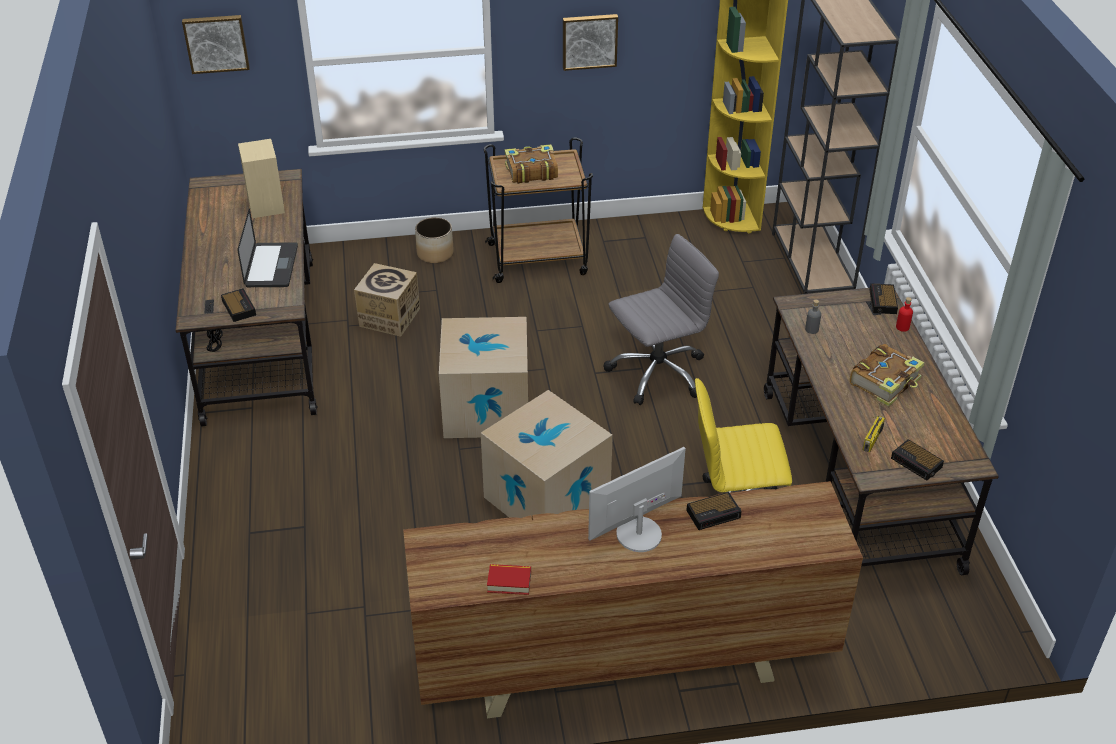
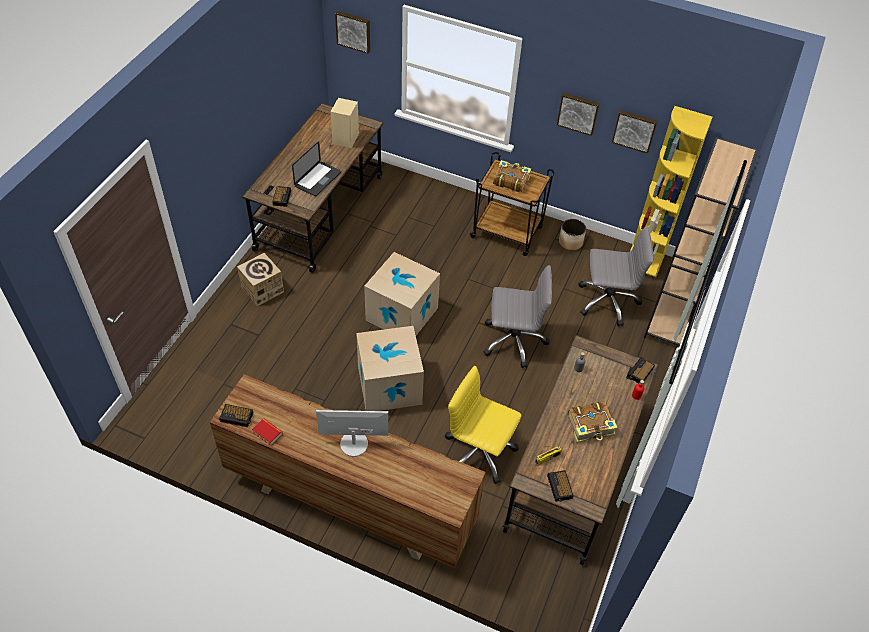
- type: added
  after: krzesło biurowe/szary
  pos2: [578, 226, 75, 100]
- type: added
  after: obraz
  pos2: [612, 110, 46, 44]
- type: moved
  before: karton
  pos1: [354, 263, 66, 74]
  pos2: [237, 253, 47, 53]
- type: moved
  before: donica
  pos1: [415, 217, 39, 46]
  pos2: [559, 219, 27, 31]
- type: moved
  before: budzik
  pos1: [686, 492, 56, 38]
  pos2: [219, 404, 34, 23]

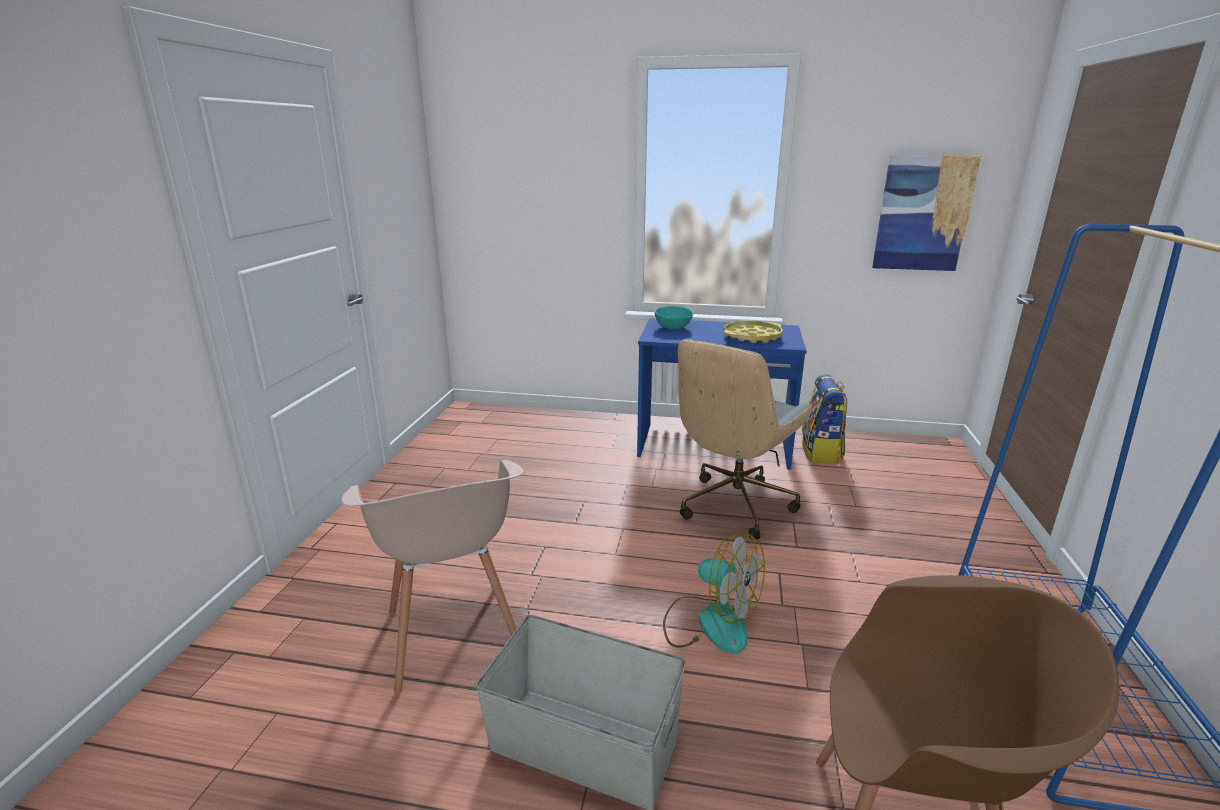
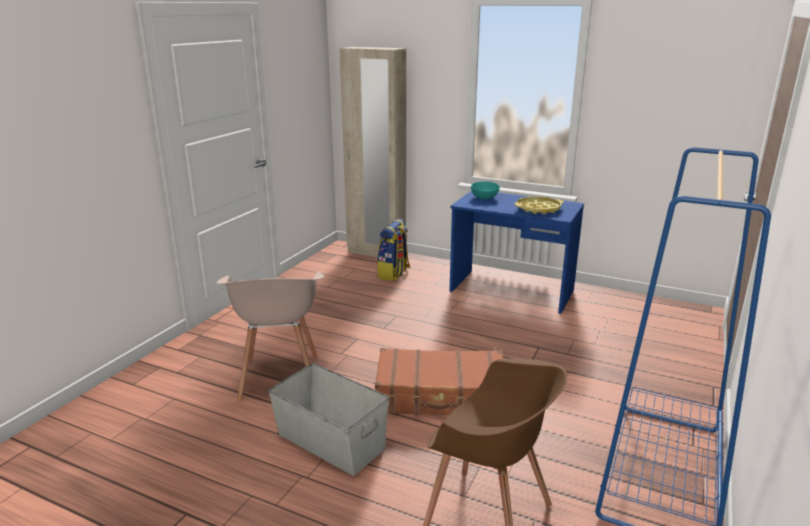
- type: removed
  before: krzesło biurowe/szary
  pos1: [678, 339, 135, 201]
- type: removed
  before: obraz
  pos1: [872, 155, 109, 116]
- type: added
  after: szafa/beżowy
  pos2: [339, 47, 67, 211]
- type: moved
  before: plecak
  pos1: [802, 374, 45, 90]
  pos2: [377, 219, 33, 62]
- type: replaced
  before: wentylator
  after: walizka/brązowy
  pos1: [663, 531, 102, 123]
  pos2: [375, 348, 129, 67]

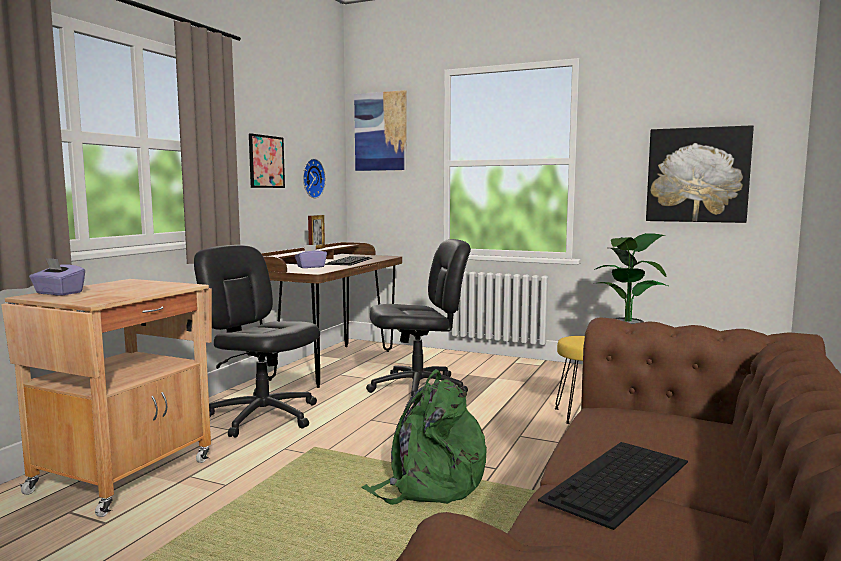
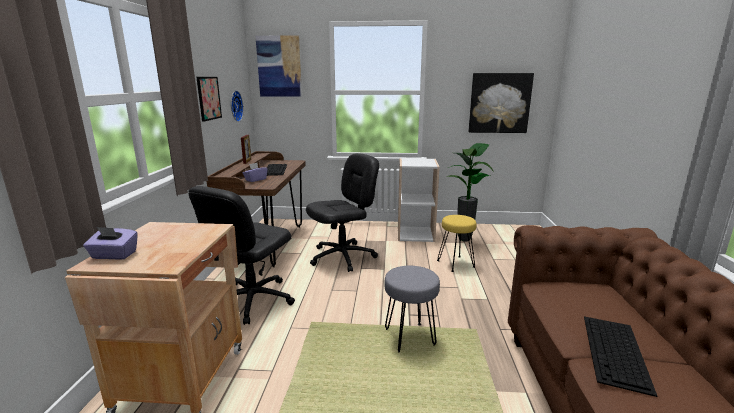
- type: added
  after: regał
  pos2: [398, 158, 42, 84]
- type: replaced
  before: plecak/zielony
  after: stołek/szary
  pos1: [362, 369, 125, 136]
  pos2: [384, 266, 56, 86]
- type: turned
  before: krzesło biurowe/czarny
  pos1: [194, 245, 126, 193]
  pos2: [189, 186, 106, 139]
  turn: -75

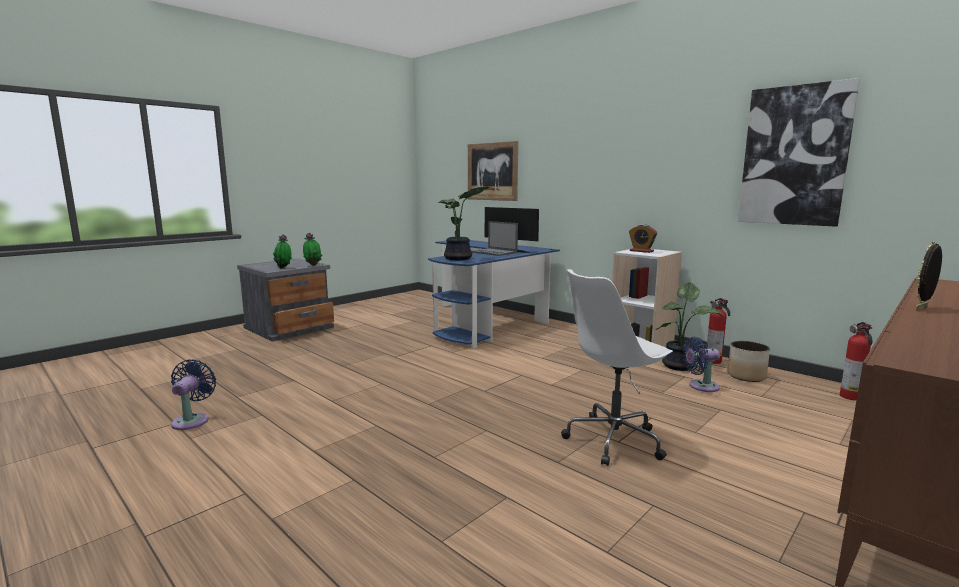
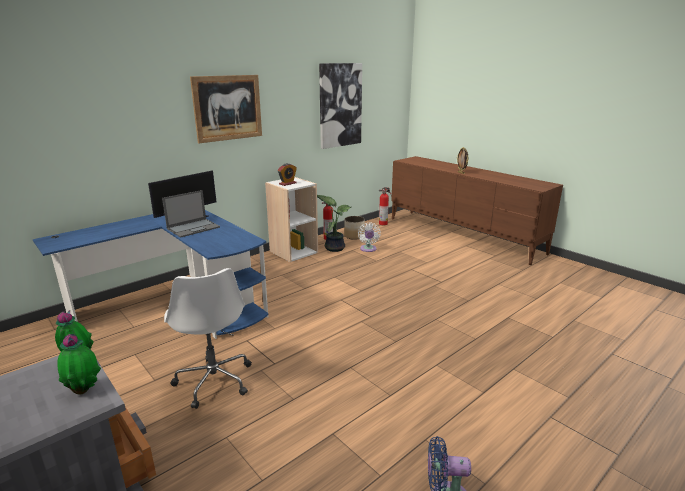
- type: removed
  before: roślina doniczkowa
  pos1: [437, 186, 53, 74]
- type: moved
  before: obraz
  pos1: [468, 141, 50, 60]
  pos2: [190, 75, 72, 68]
- type: moved
  before: krzesło biurowe/biały
  pos1: [561, 269, 112, 197]
  pos2: [164, 268, 88, 141]
- type: recoloured
  before: wentylator/niebieski
  after: wentylator/biały
  pos1: [683, 337, 37, 55]
  pos2: [358, 223, 23, 29]

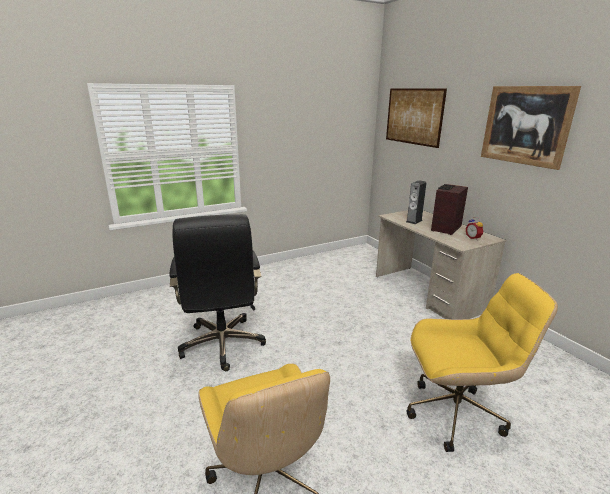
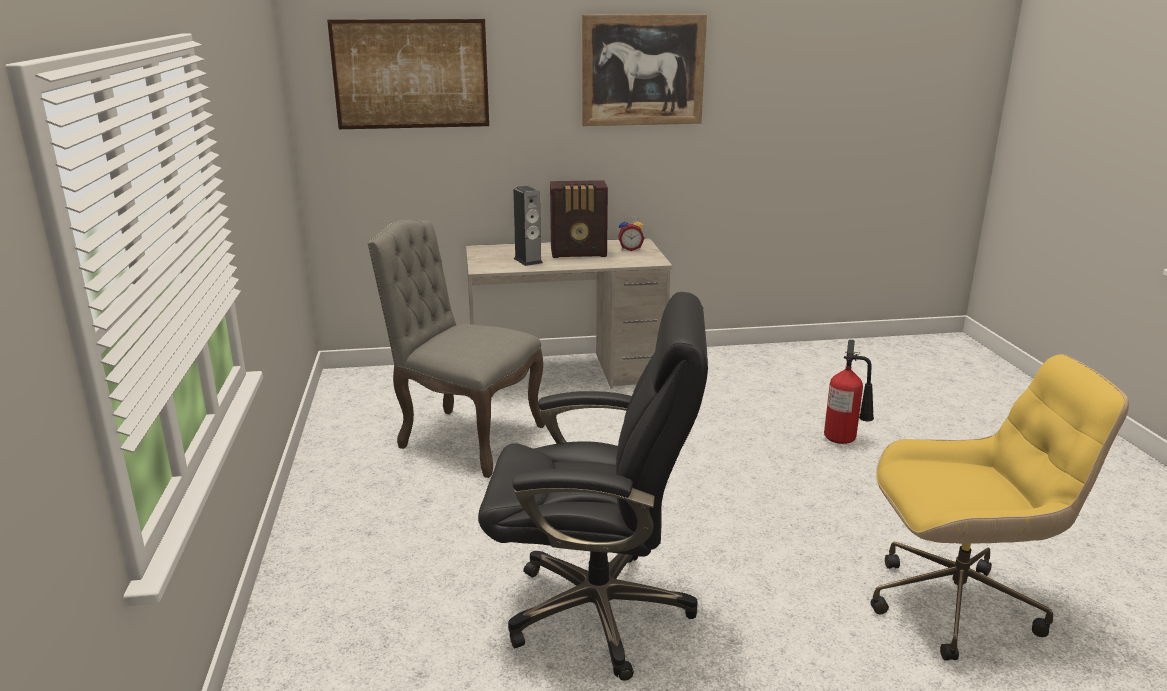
- type: added
  after: krzesło/szary
  pos2: [368, 220, 177, 258]
- type: replaced
  before: krzesło biurowe/żółty
  after: gaśnica
  pos1: [406, 273, 152, 179]
  pos2: [824, 340, 50, 104]
- type: turned
  before: radio
  pos1: [431, 184, 37, 51]
  pos2: [550, 180, 58, 78]
  turn: -60

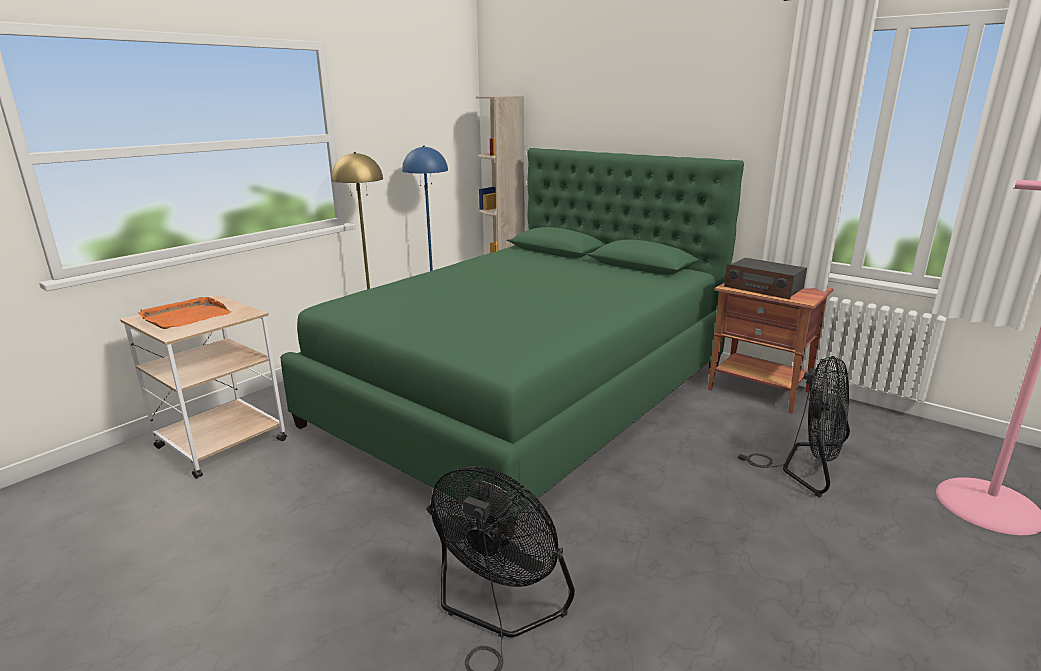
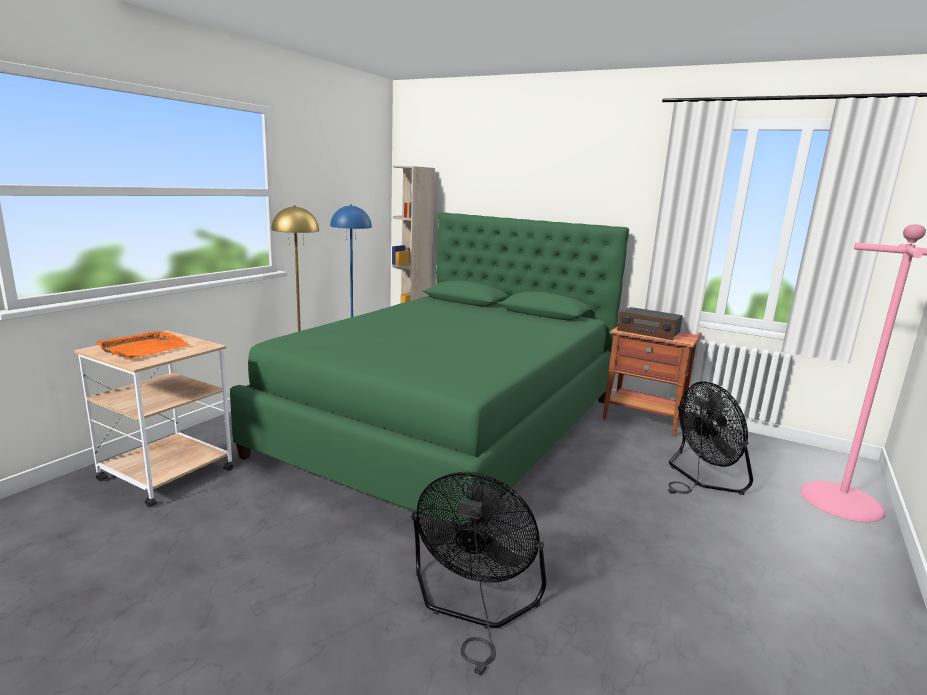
- type: turned
  before: wentylator/czarny
  pos1: [738, 356, 112, 142]
  pos2: [667, 381, 86, 114]
  turn: -45

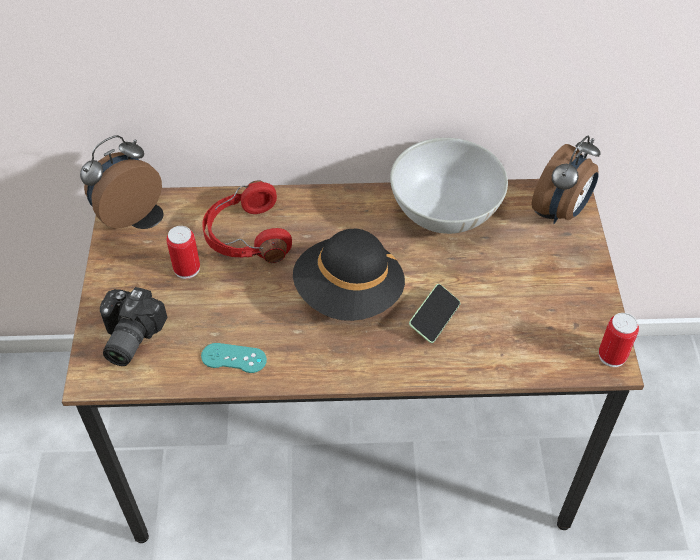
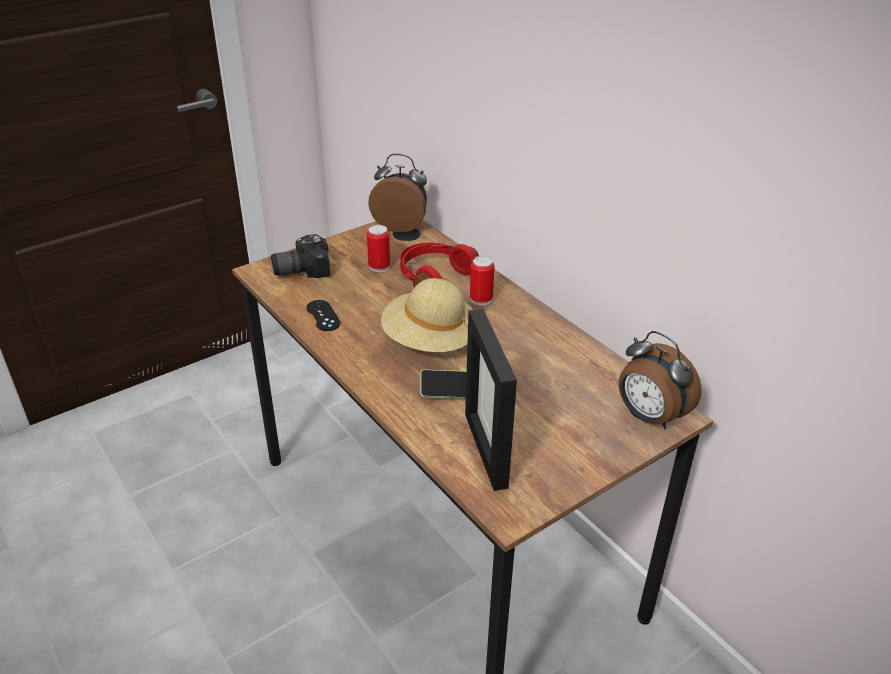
- type: removed
  before: miska/biały
  pos1: [390, 138, 118, 96]
- type: added
  after: ramka na zdjęcie
  pos2: [465, 309, 52, 182]
- type: moved
  before: puszka
  pos1: [599, 313, 40, 54]
  pos2: [470, 256, 24, 50]
- type: recoloured
  before: pad do gier/turkusowy
  after: pad do gier/czarny
  pos1: [201, 343, 66, 30]
  pos2: [307, 300, 34, 31]
- type: recoloured
  before: kapelusz/czarny
  after: kapelusz/beżowy
  pos1: [293, 229, 112, 92]
  pos2: [381, 278, 93, 74]
- type: turned
  before: budzik
  pos1: [531, 136, 69, 88]
  pos2: [619, 331, 83, 98]
  turn: 45

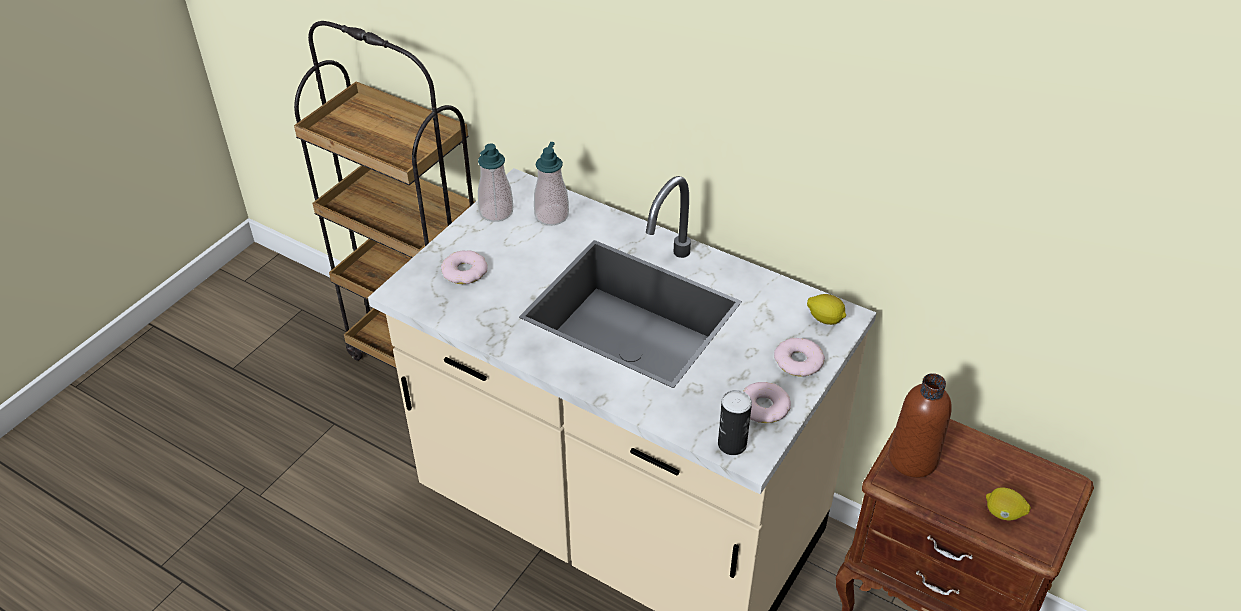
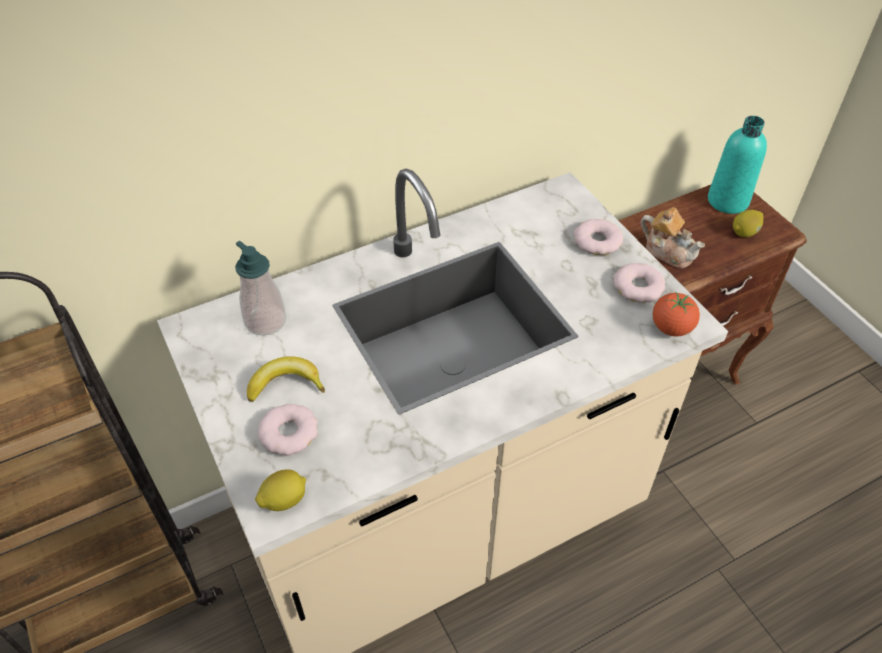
- type: removed
  before: dozownik mydła
  pos1: [478, 144, 35, 78]
- type: added
  after: banan
  pos2: [247, 356, 78, 46]
- type: added
  after: butelka/turkusowy
  pos2: [708, 116, 59, 98]
- type: moved
  before: cytryna
  pos1: [807, 294, 39, 31]
  pos2: [255, 469, 51, 42]
- type: replaced
  before: puszka
  after: pomidor
  pos1: [718, 390, 34, 65]
  pos2: [653, 292, 47, 44]
- type: replaced
  before: butelka/brązowy
  after: imbryk
  pos1: [888, 373, 64, 105]
  pos2: [641, 207, 64, 61]

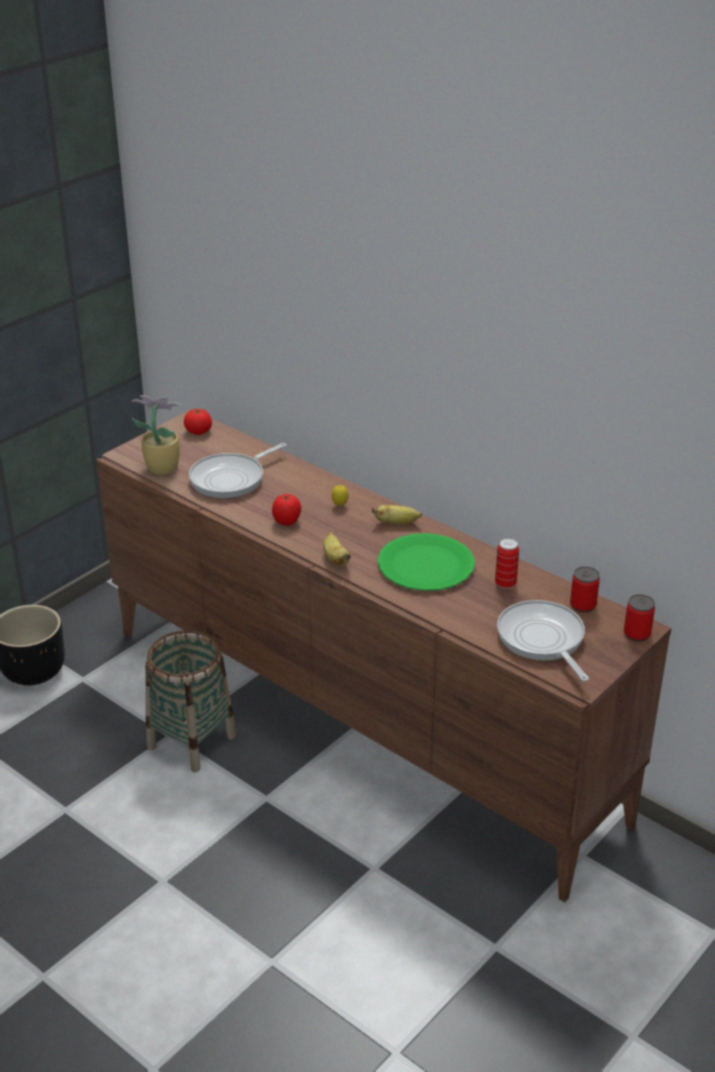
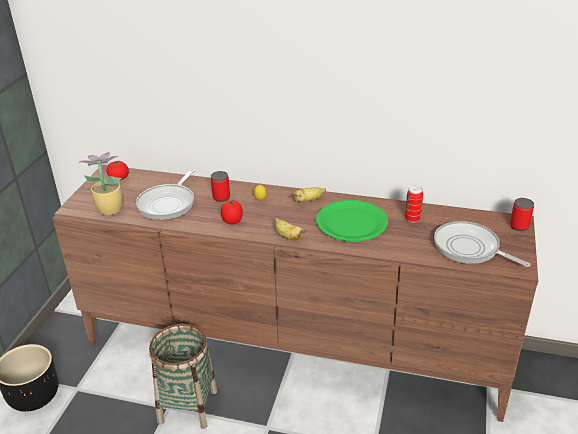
- type: moved
  before: puszka
  pos1: [570, 567, 30, 46]
  pos2: [211, 171, 19, 31]

